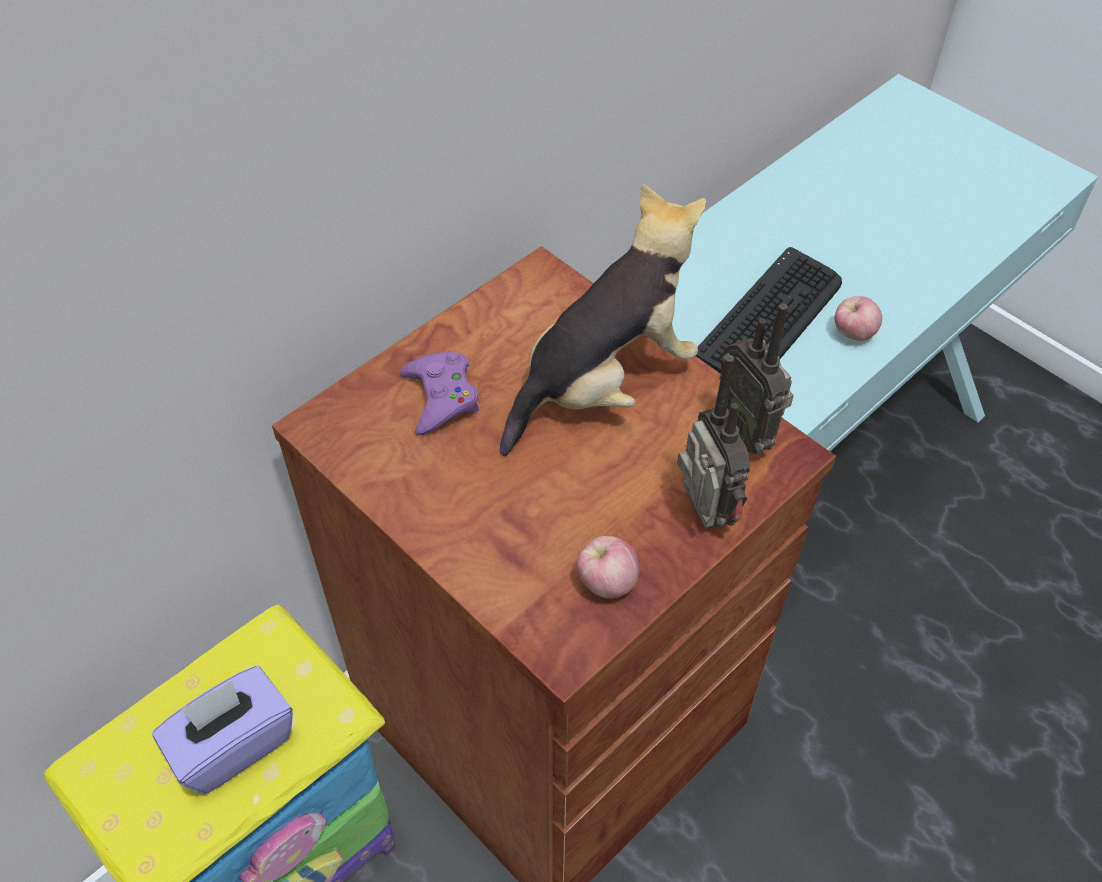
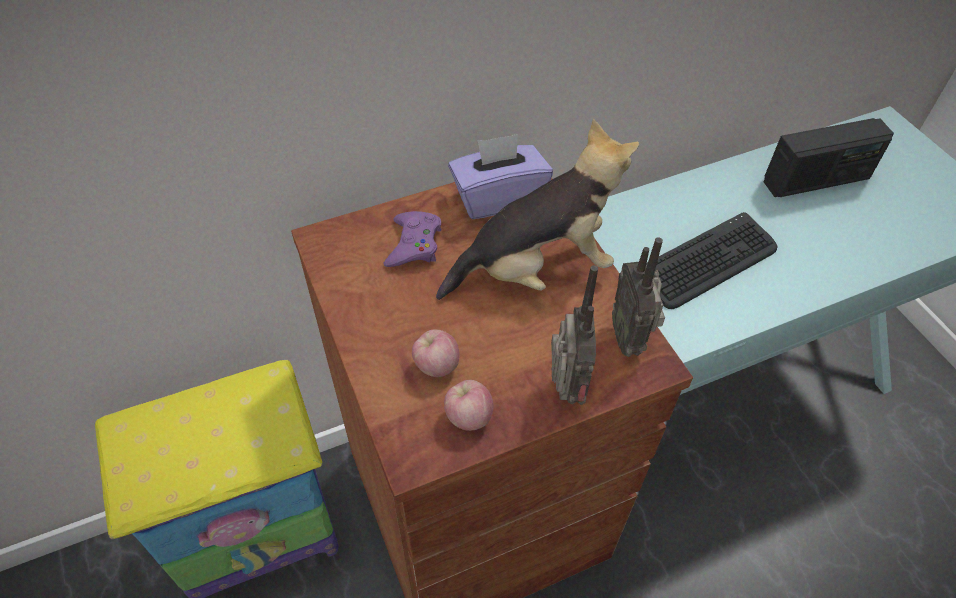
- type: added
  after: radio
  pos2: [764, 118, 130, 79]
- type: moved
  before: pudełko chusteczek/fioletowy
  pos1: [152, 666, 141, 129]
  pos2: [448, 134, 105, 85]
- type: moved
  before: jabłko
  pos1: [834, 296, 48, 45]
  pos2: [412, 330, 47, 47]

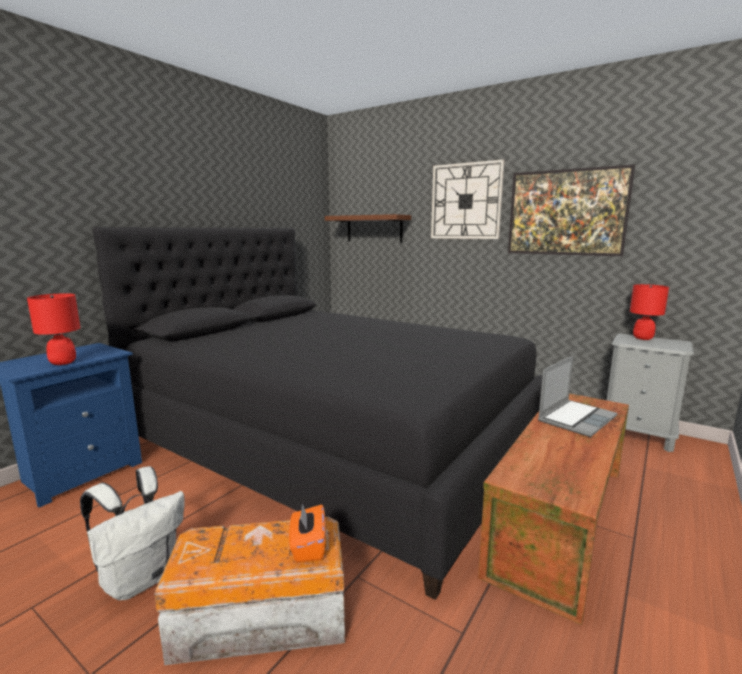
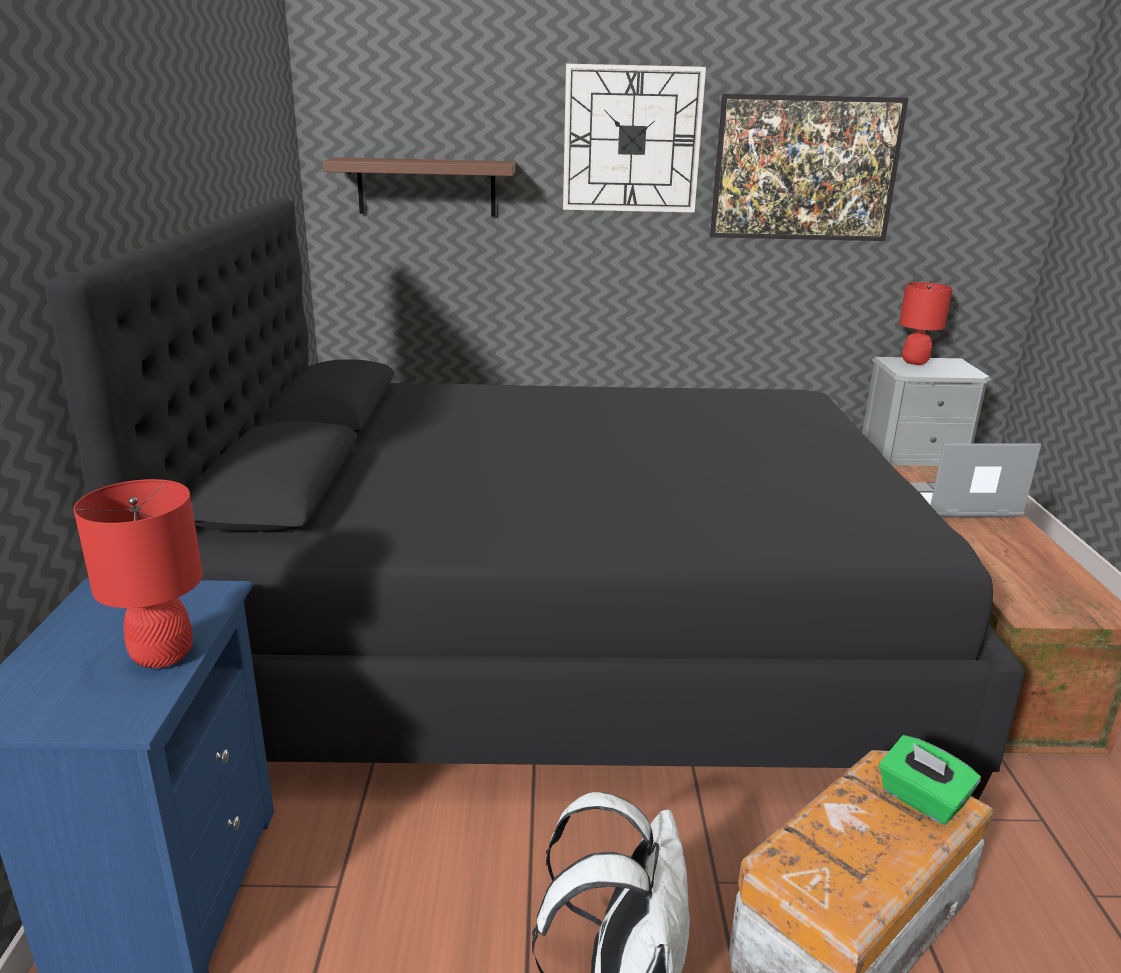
- type: recoloured
  before: pudełko chusteczek/pomarańczowy
  after: pudełko chusteczek/zielony
  pos1: [289, 504, 37, 58]
  pos2: [879, 735, 102, 90]
- type: turned
  before: laptop
  pos1: [538, 356, 79, 81]
  pos2: [910, 443, 131, 75]
  turn: -105

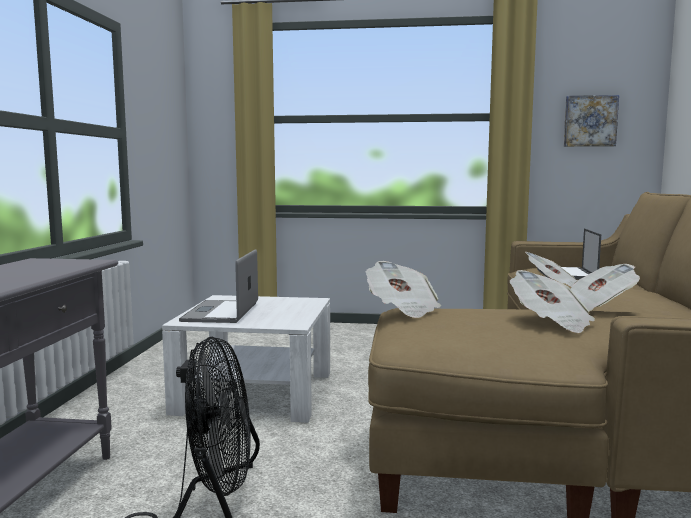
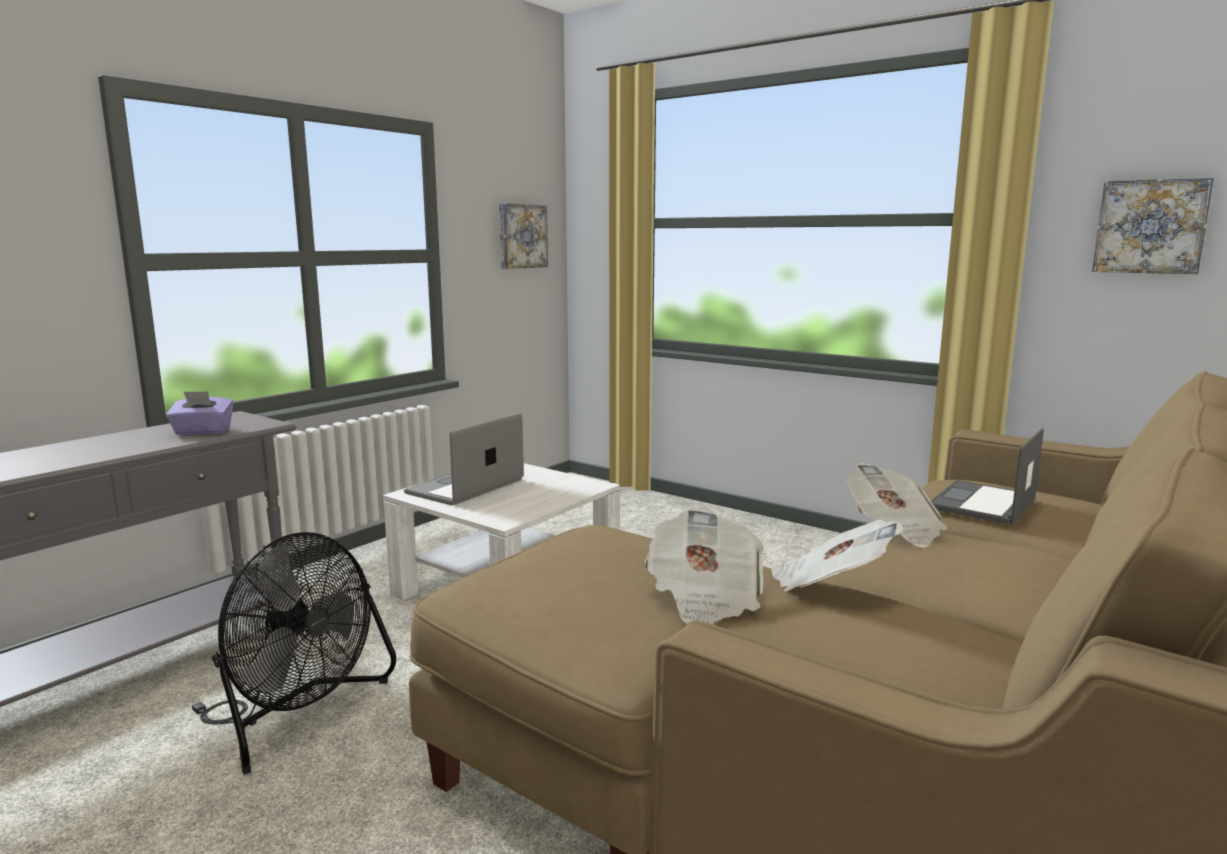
- type: removed
  before: gazeta
  pos1: [366, 261, 75, 57]
- type: added
  after: pudełko chusteczek/fioletowy
  pos2: [166, 391, 68, 44]
- type: added
  after: obraz
  pos2: [499, 203, 49, 66]

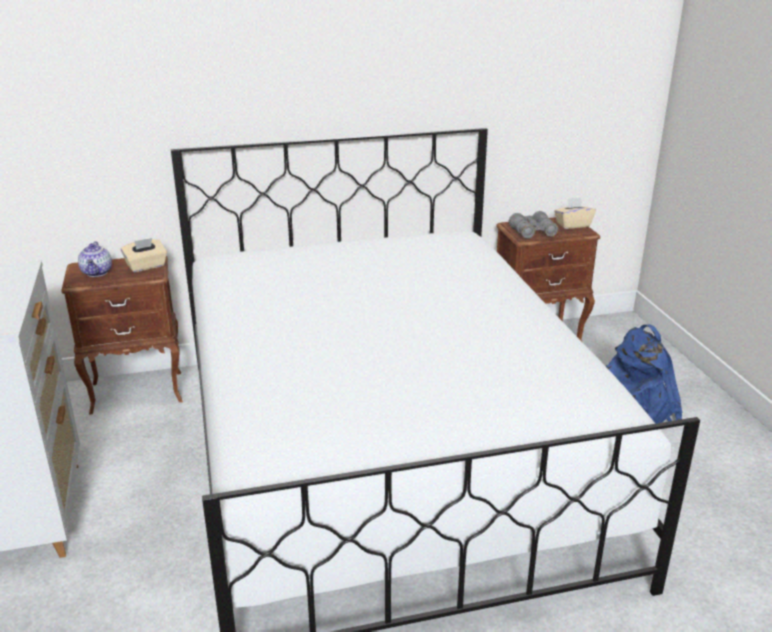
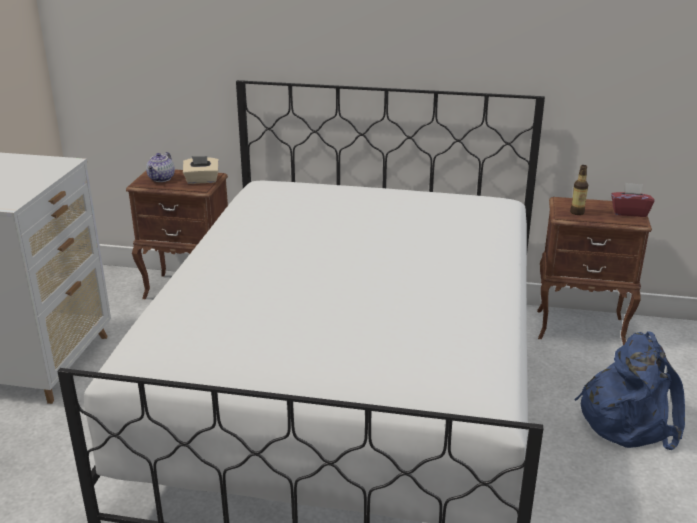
- type: replaced
  before: lornetka/szary
  after: butelka
  pos1: [509, 211, 49, 28]
  pos2: [570, 165, 18, 50]
- type: recoloured
  before: pudełko chusteczek/beżowy
  after: pudełko chusteczek/czerwony
  pos1: [554, 197, 42, 32]
  pos2: [611, 183, 44, 34]

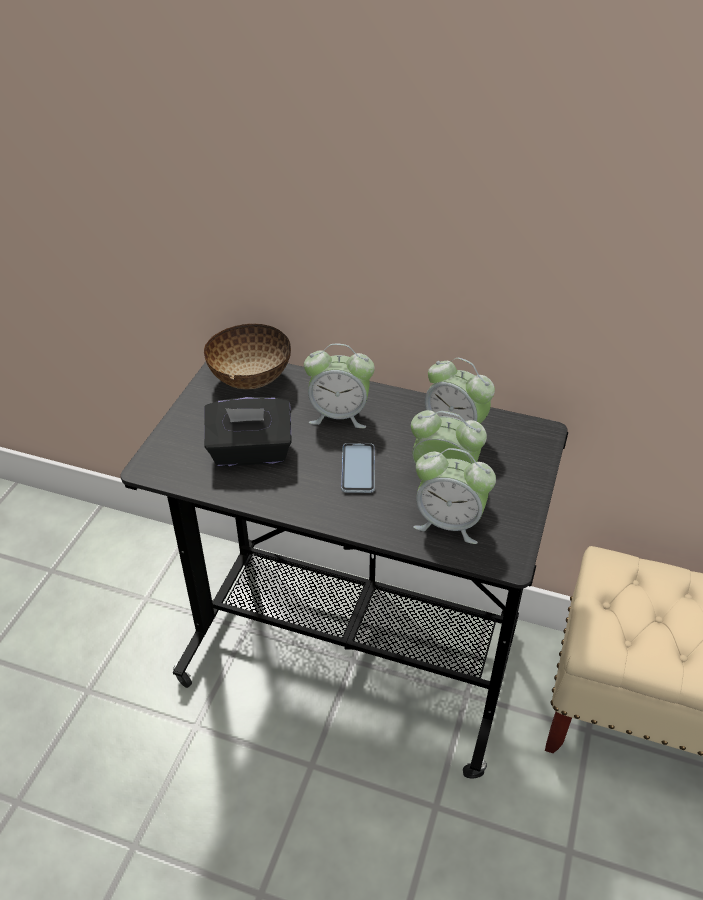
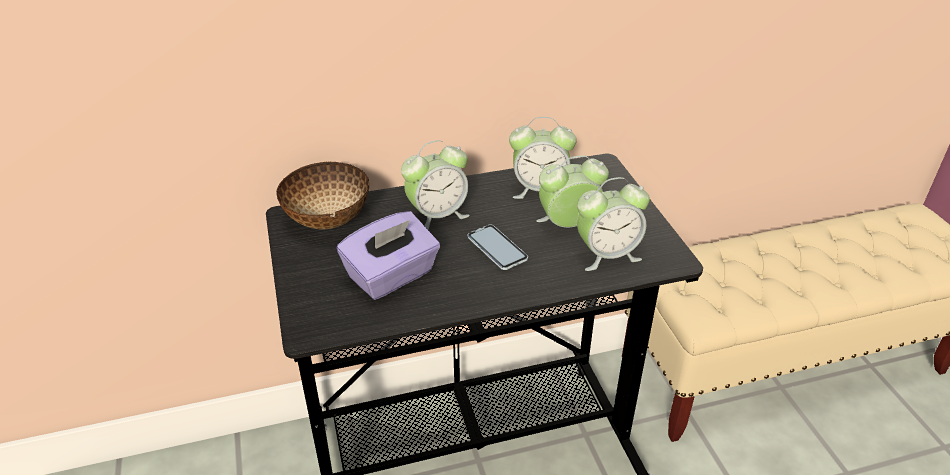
- type: recoloured
  before: pudełko chusteczek/czarny
  after: pudełko chusteczek/fioletowy
  pos1: [204, 397, 88, 69]
  pos2: [337, 211, 103, 89]

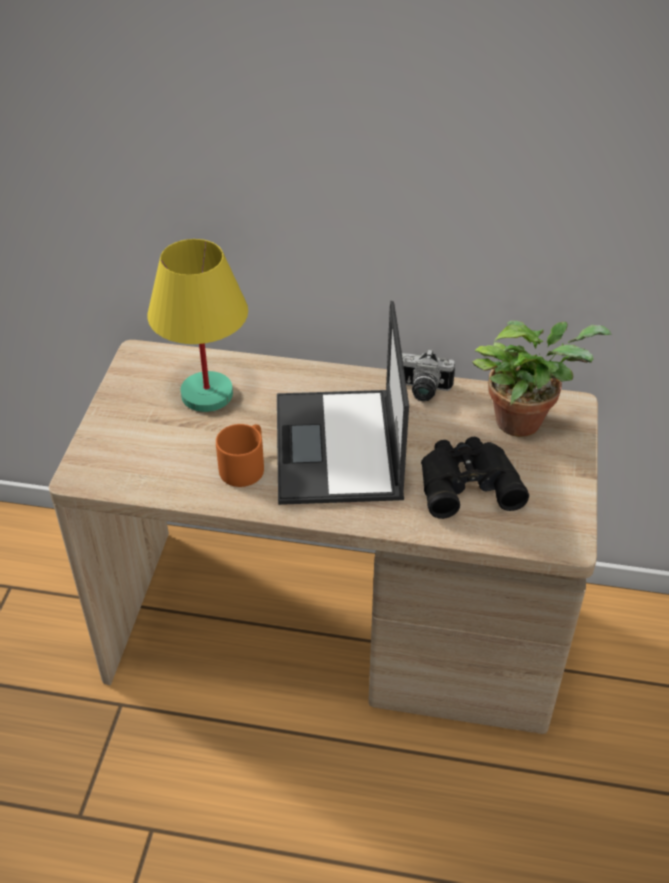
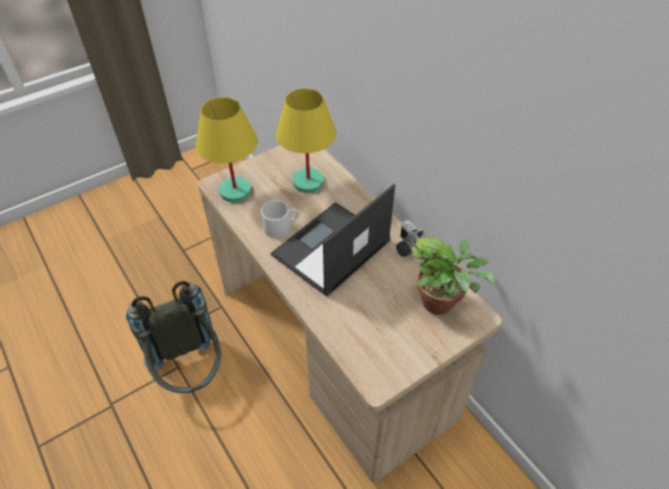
- type: removed
  before: lornetka/czarny
  pos1: [421, 437, 108, 82]
- type: added
  after: plecak/szary
  pos2: [126, 281, 95, 112]
- type: added
  after: lampa stołowa/żółty
  pos2: [196, 97, 62, 106]
- type: recoloured
  before: kubek/pomarańczowy
  after: kubek/biały
  pos1: [216, 424, 48, 63]
  pos2: [261, 200, 38, 38]

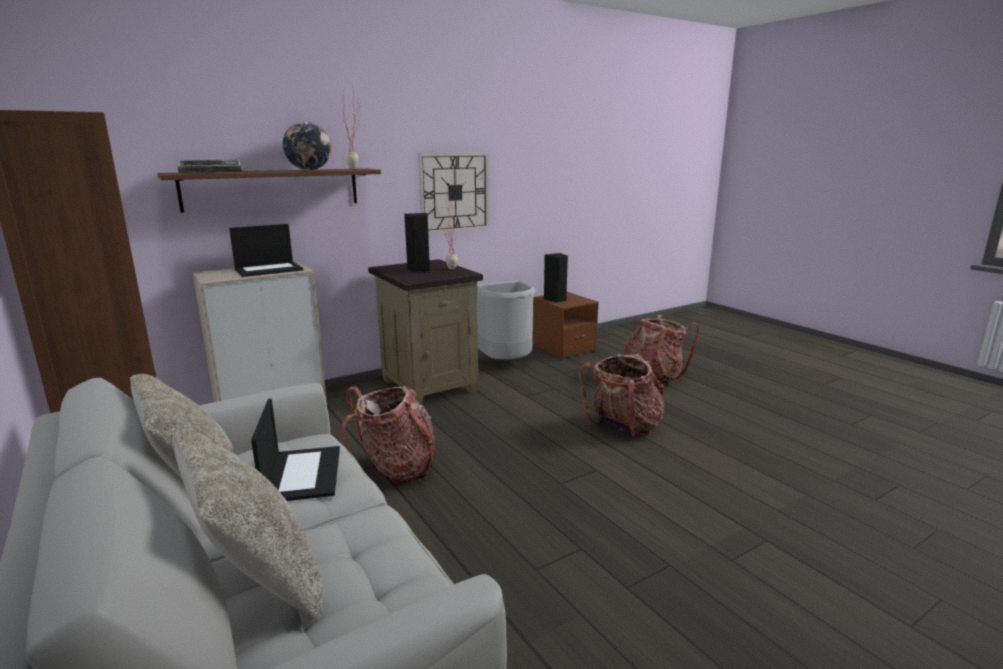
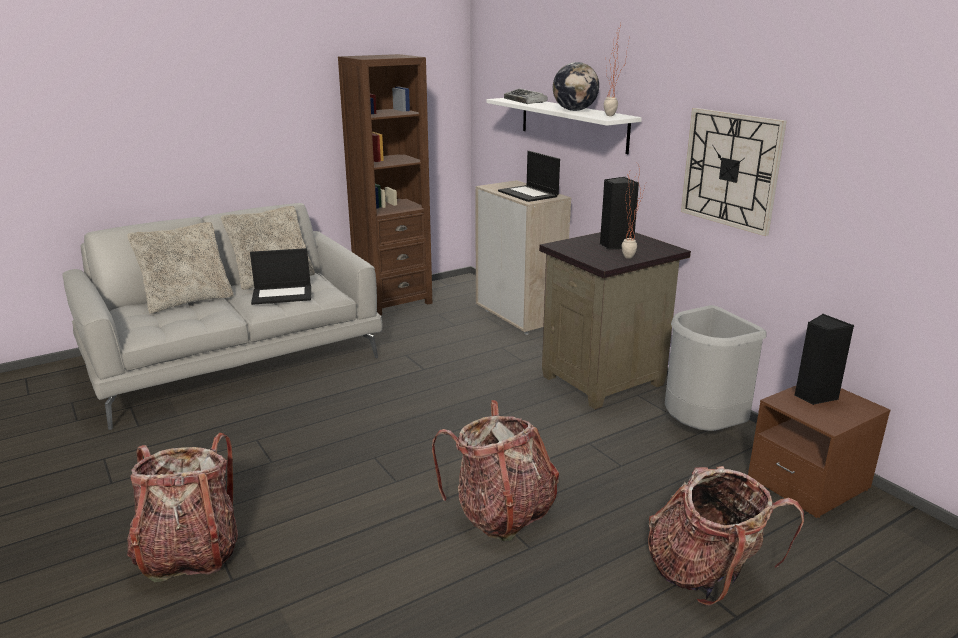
- type: moved
  before: plecak
  pos1: [342, 386, 93, 97]
  pos2: [127, 433, 111, 149]
- type: recoloured
  before: półka/brązowy
  after: półka/biały
  pos1: [157, 168, 224, 45]
  pos2: [486, 98, 156, 56]

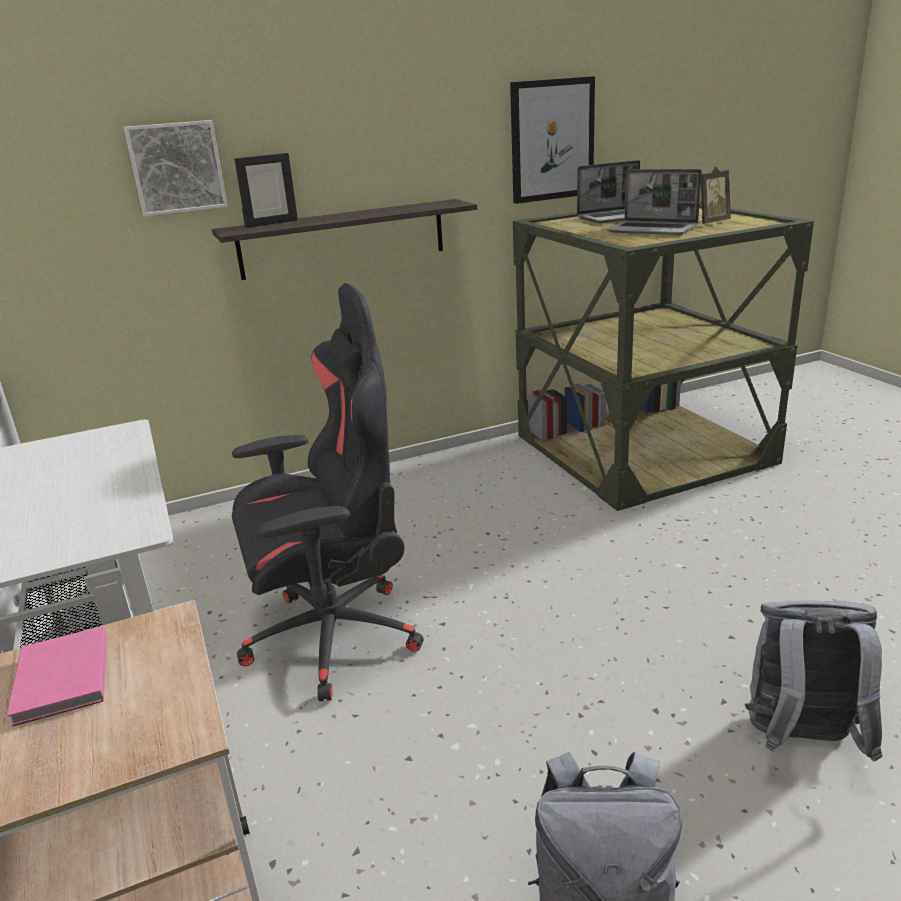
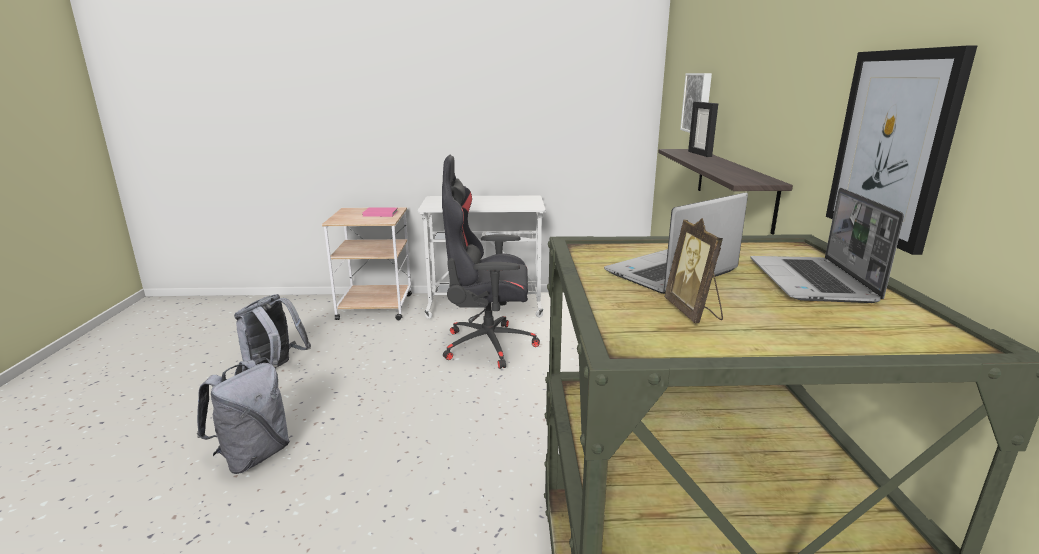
- type: turned
  before: krzesło biurowe/czarny
  pos1: [232, 283, 192, 418]
  pos2: [442, 155, 98, 214]
  turn: 90

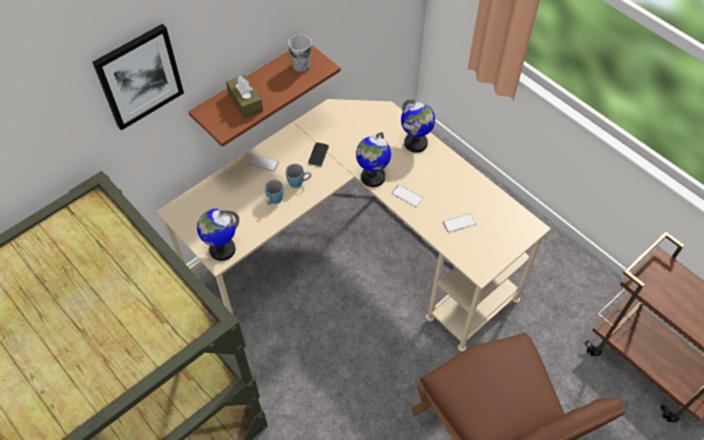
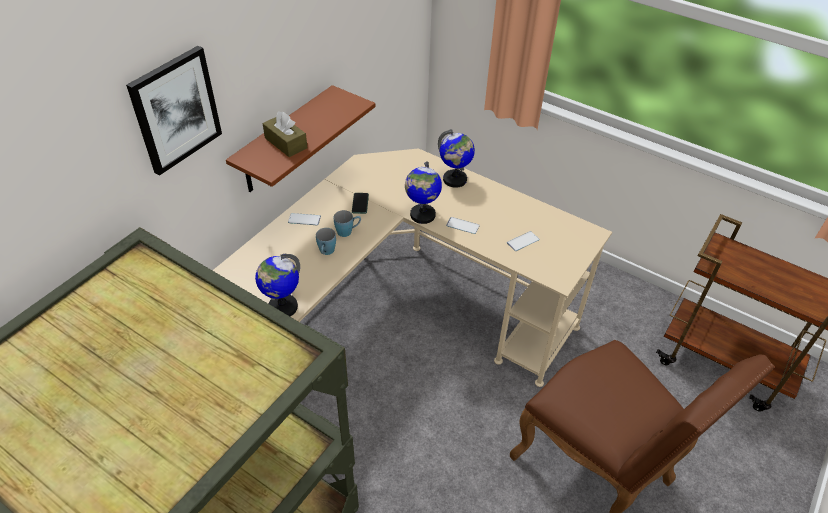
- type: removed
  before: filiżanka
  pos1: [288, 35, 24, 37]

